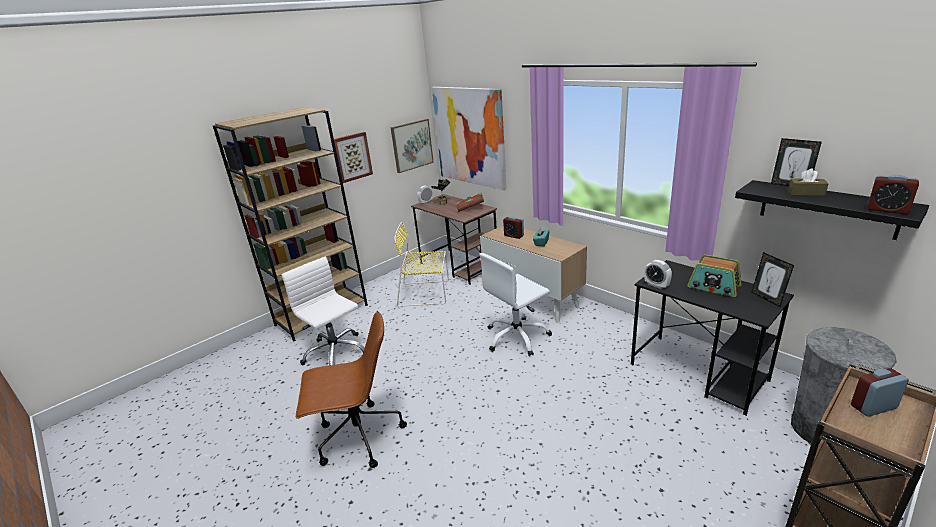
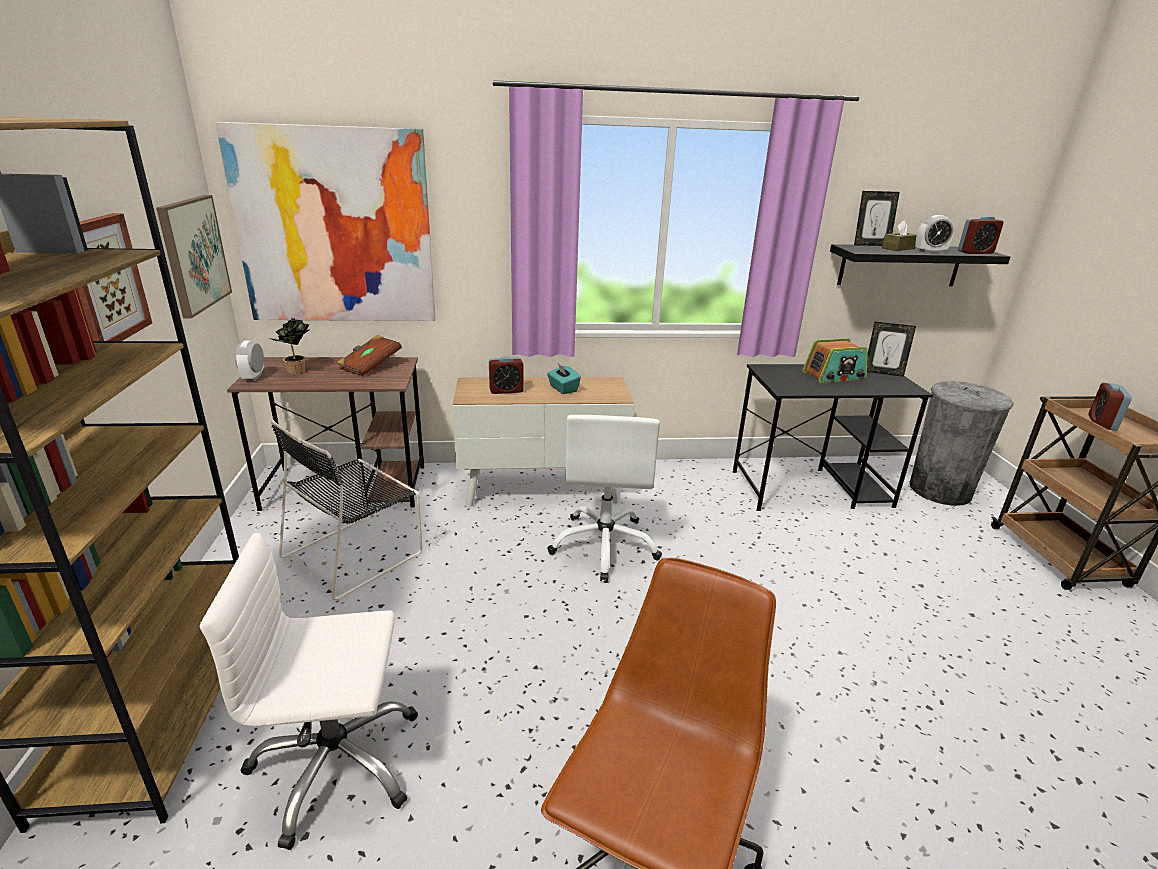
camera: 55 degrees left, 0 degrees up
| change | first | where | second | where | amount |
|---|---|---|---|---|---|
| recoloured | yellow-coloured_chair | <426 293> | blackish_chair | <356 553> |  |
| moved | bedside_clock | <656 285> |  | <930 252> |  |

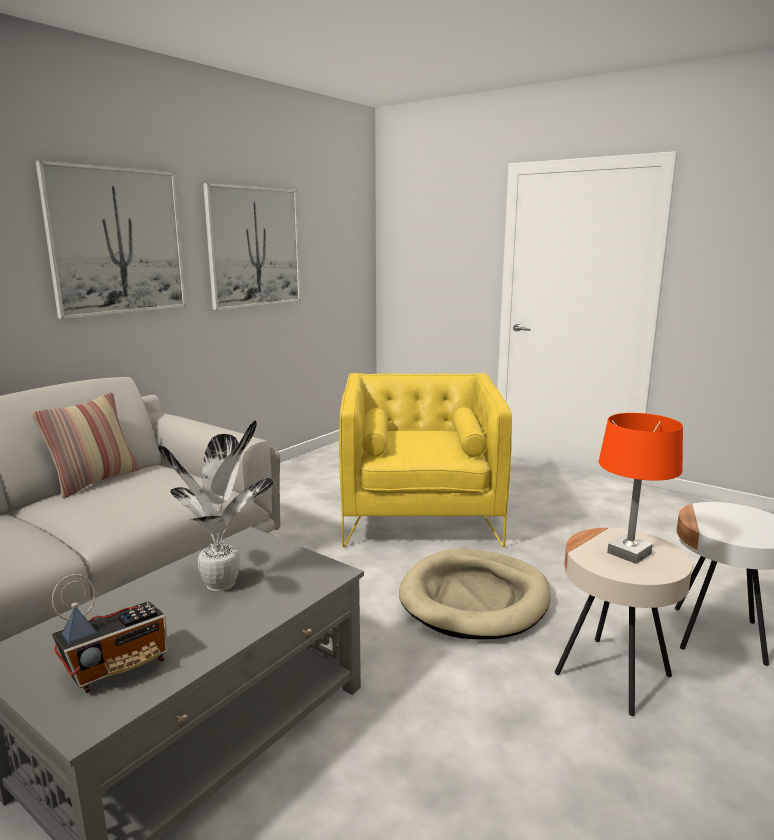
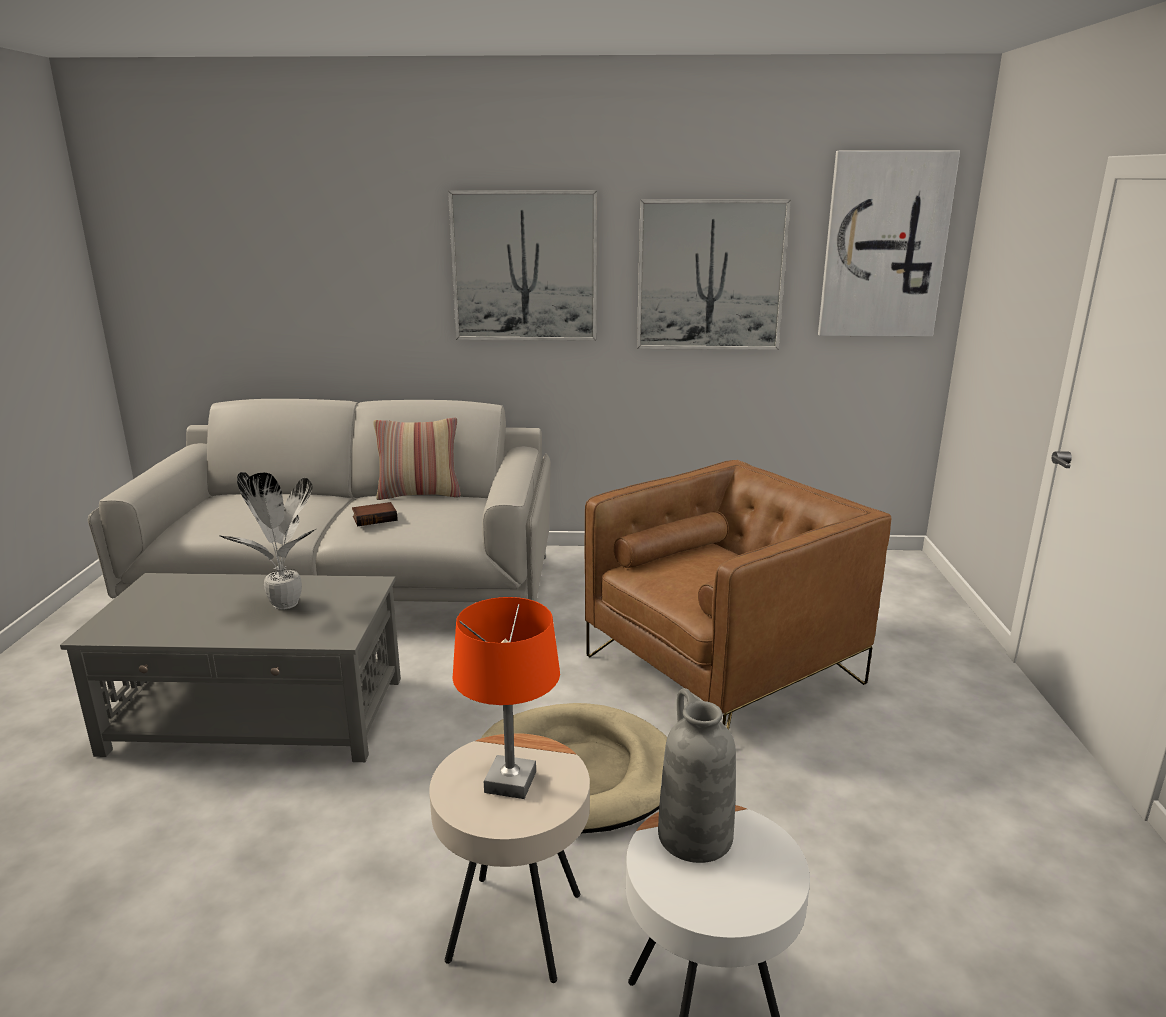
camera: 55 degrees right, 5 degrees up
| change | first | where | second | where | amount |
|---|---|---|---|---|---|
| added |  |  | volume | <375 518> |  |
| recoloured | yellow-coloured_armchair | <419 514> | brown-coloured_armchair | <723 670> |  |
| added |  |  | gray_decorative_vase | <693 835> |  |
| added |  |  | wall_picture | <884 246> |  |
| removed | radio | <119 668> |  |  |  |

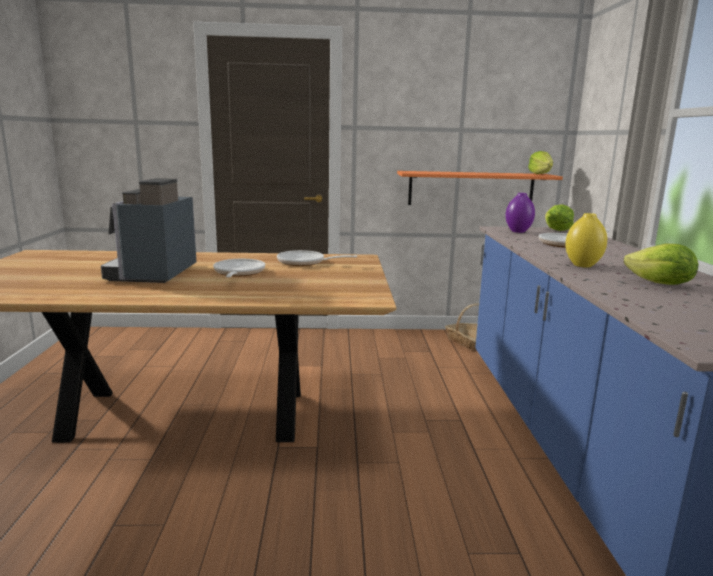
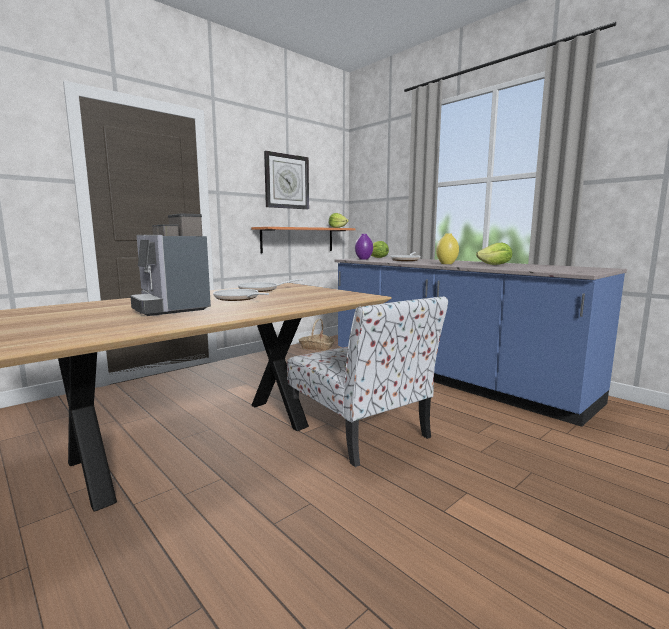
camera: 40 degrees left, 5 degrees down
| change | first | where | second | where | amount |
|---|---|---|---|---|---|
| added |  |  | hanging_clock | <286 181> |  |
| added |  |  | chair | <360 430> |  |

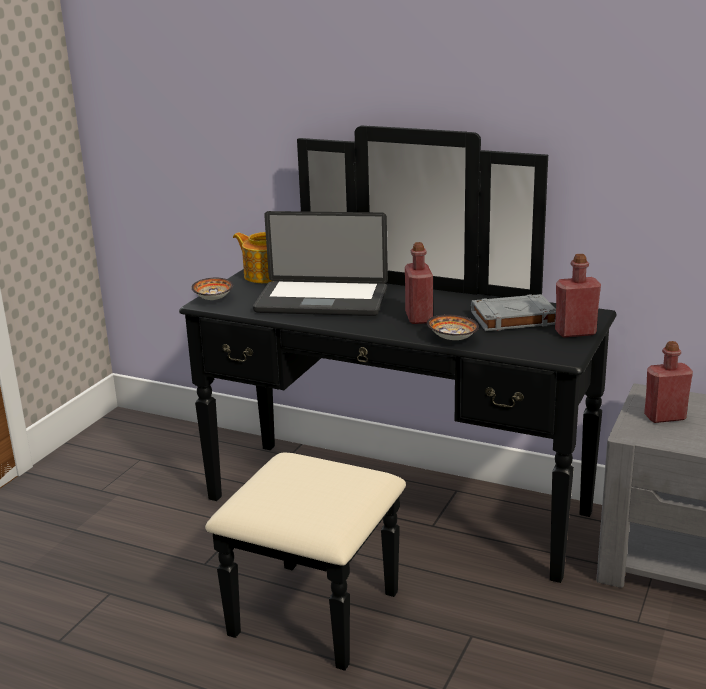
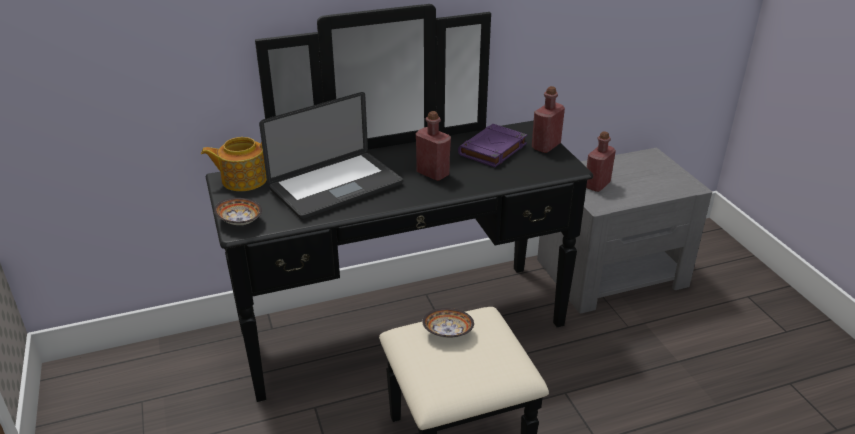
camera: 45 degrees left, 10 degrees up
| change | first | where | second | where | amount |
|---|---|---|---|---|---|
| moved | bowl | <452 338> |  | <447 332> |  |
| recoloured | gray_volume | <512 318> | purplish_volume | <492 150> |  |

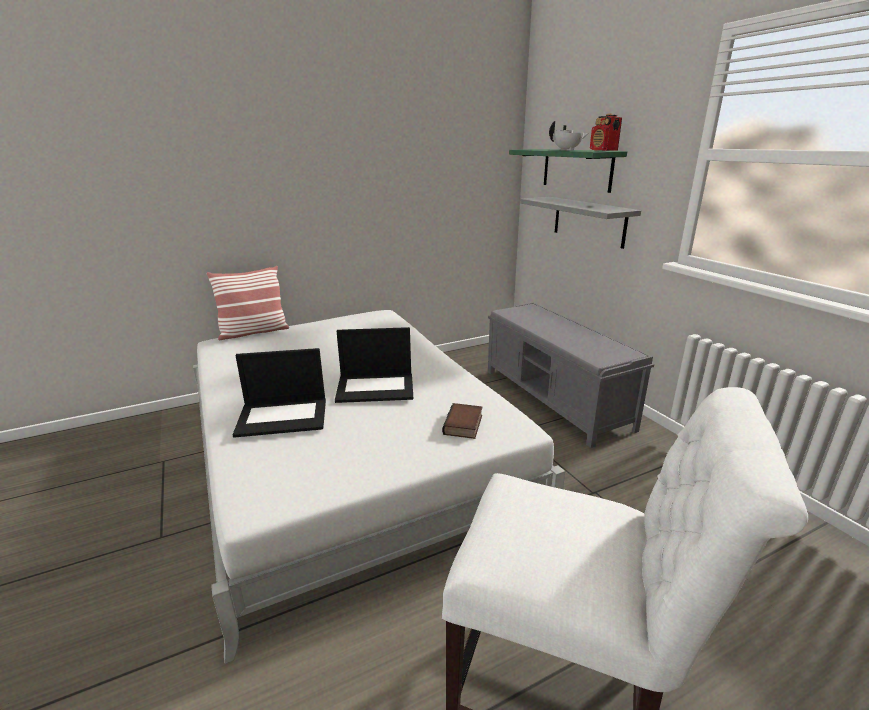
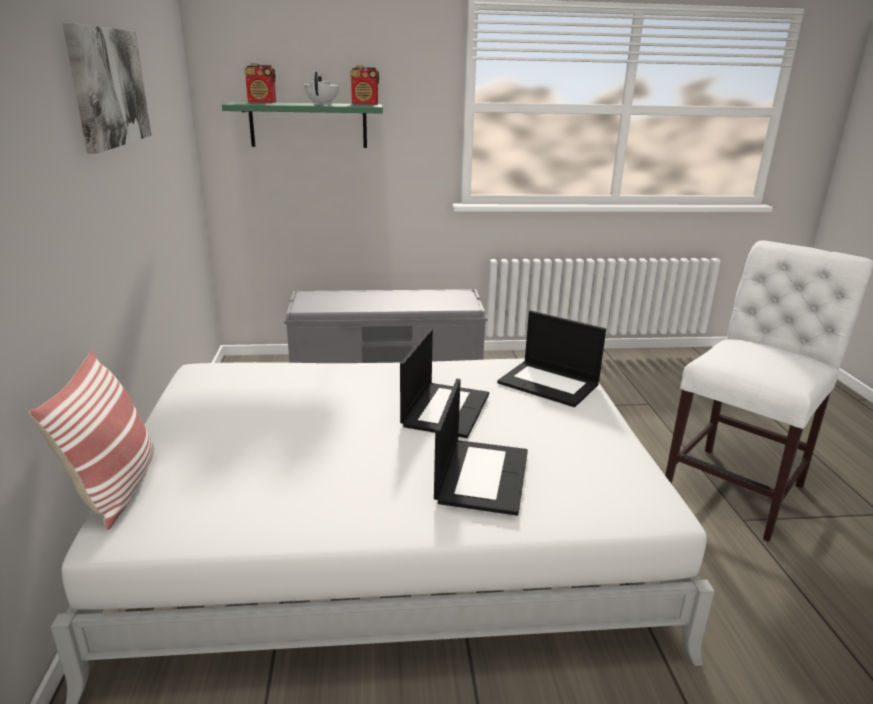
camera: 70 degrees left, 0 degrees up
| change | first | where | second | where | amount |
|---|---|---|---|---|---|
| added |  |  | wall_picture | <108 87> |  |
| added |  |  | radio | <262 102> |  |
| replaced | volume | <464 425> | laptop | <550 383> |  |
| removed | gray_wall_shelf | <588 221> |  |  |  |

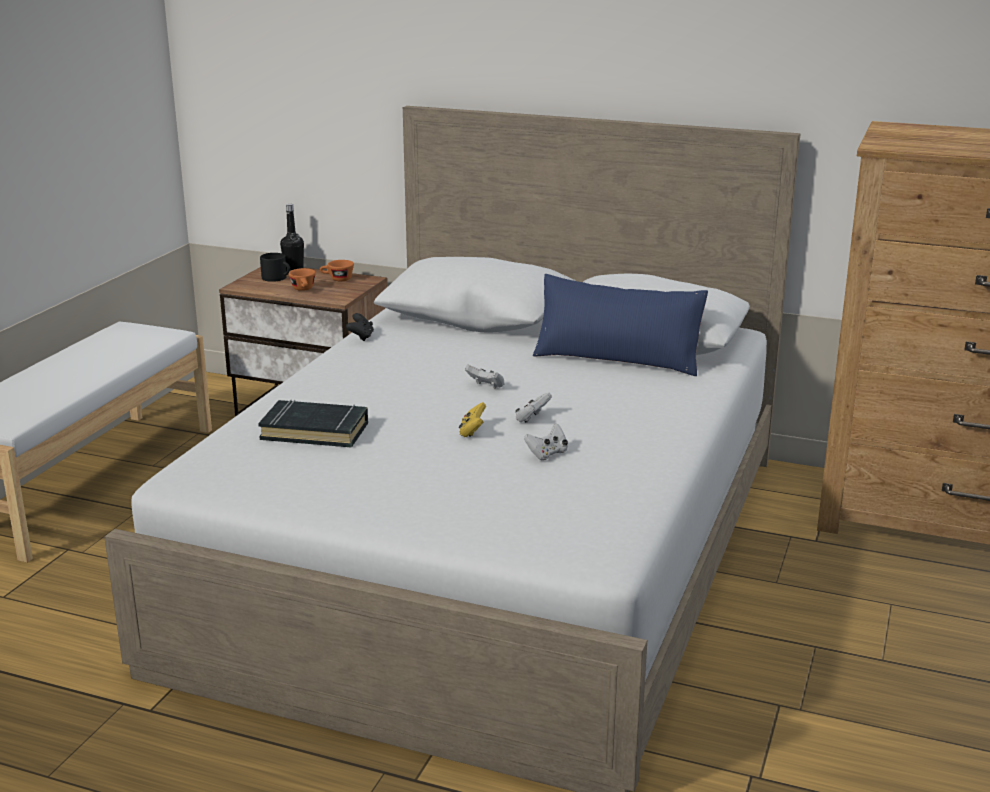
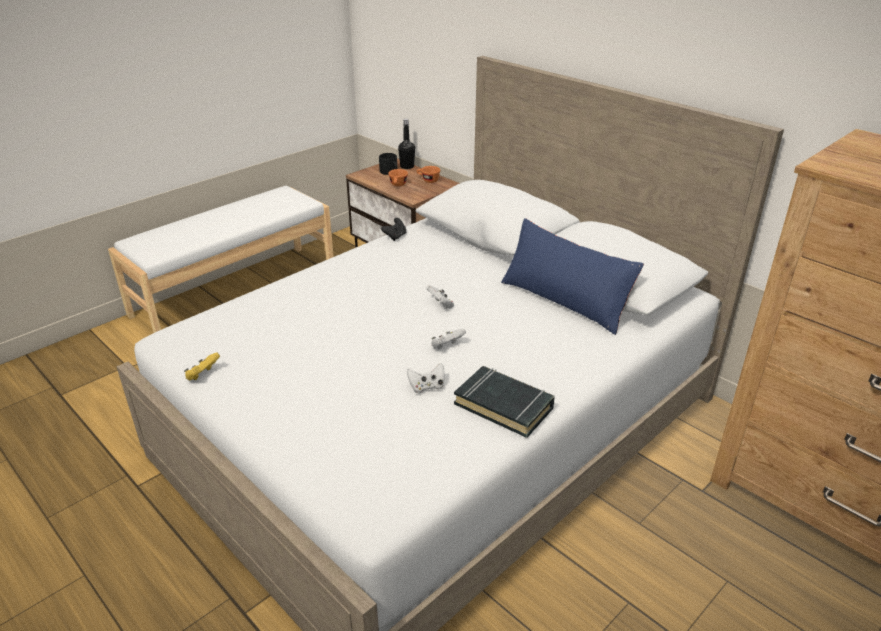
camera: 25 degrees right, 10 degrees up
| change | first | where | second | where | amount |
|---|---|---|---|---|---|
| moved | yellow-coloured_gamepad | <472 432> |  | <203 375> |  |
| moved | blackish_volume | <315 431> |  | <504 406> |  |

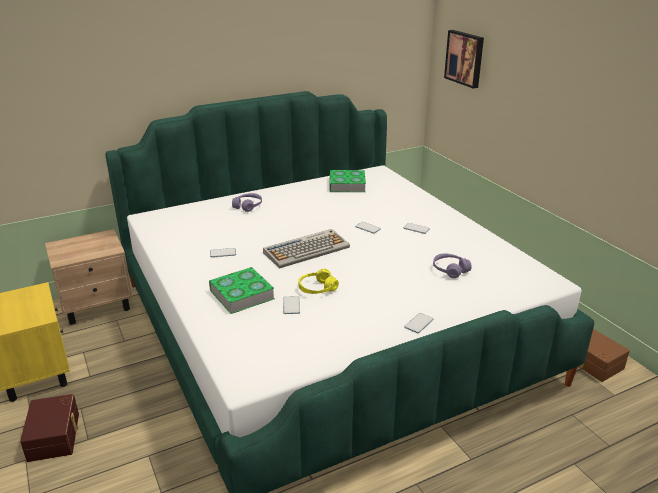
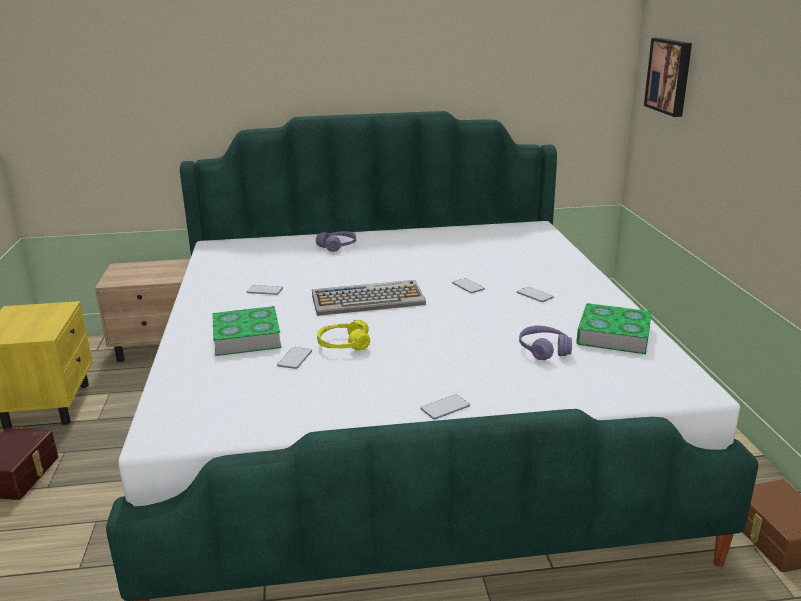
camera: 20 degrees right, 5 degrees down
| change | first | where | second | where | amount |
|---|---|---|---|---|---|
| moved | volume | <347 185> |  | <613 335> |  |

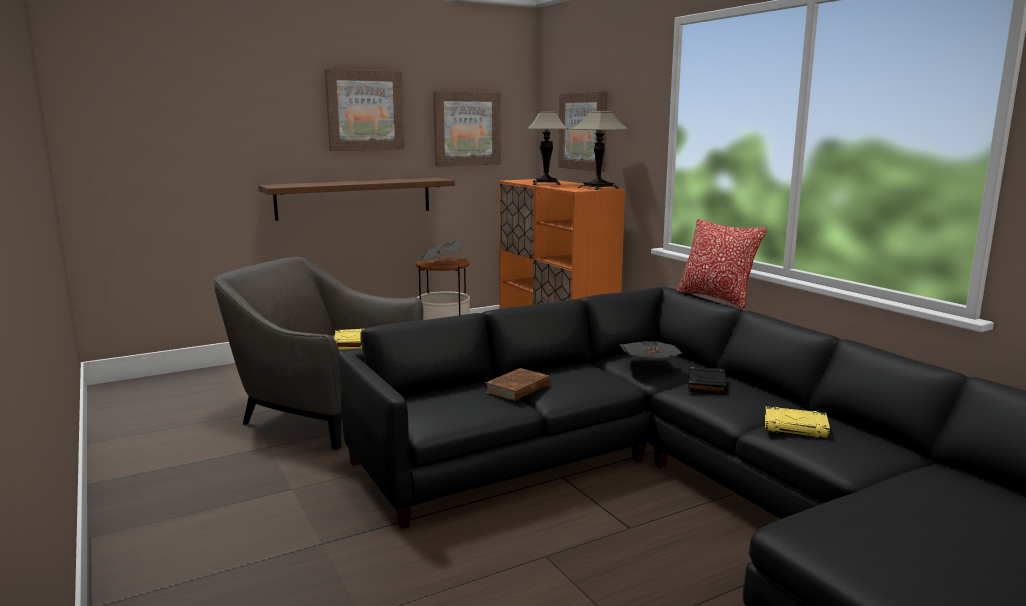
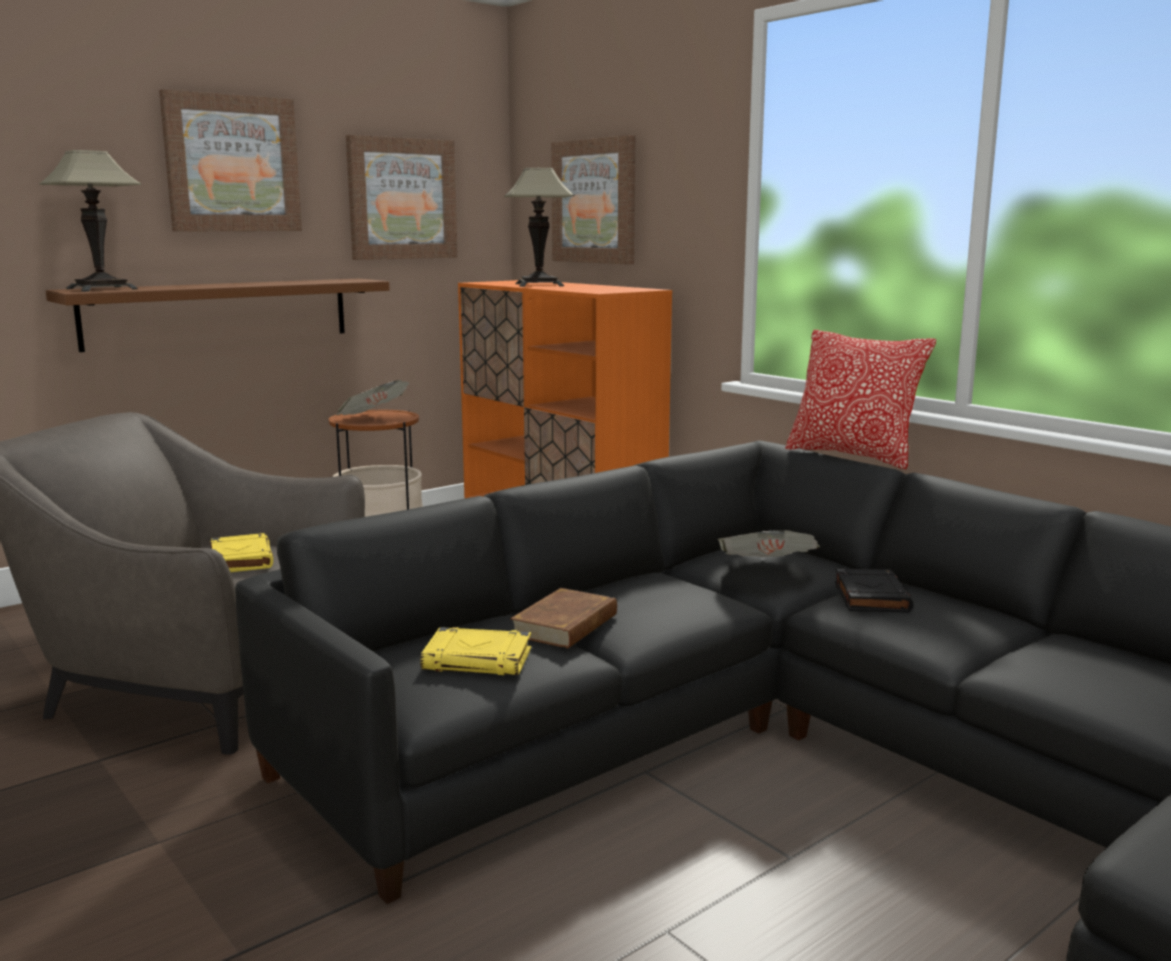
camera: 10 degrees left, 0 degrees up
| change | first | where | second | where | amount |
|---|---|---|---|---|---|
| moved | lamp_for_a_table | <598 188> |  | <102 289> |  |
| moved | yellow-coloured_volume | <796 427> |  | <479 659> |  |

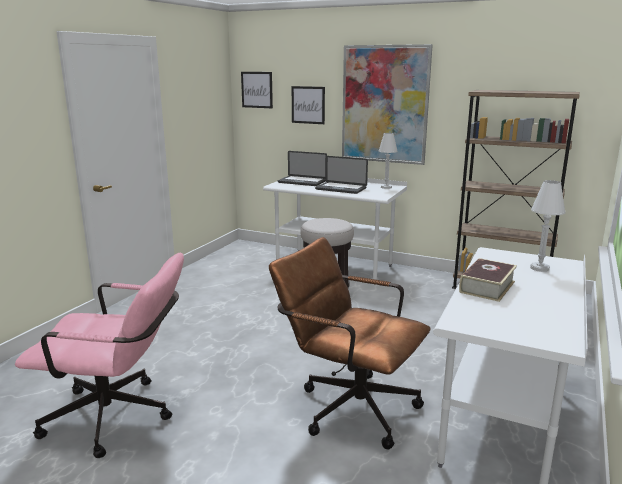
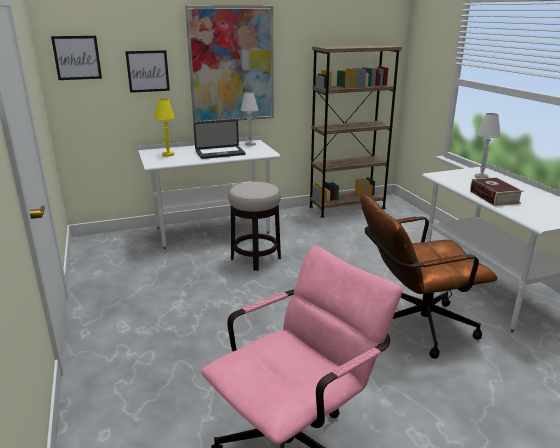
camera: 45 degrees left, 5 degrees up
| change | first | where | second | where | amount |
|---|---|---|---|---|---|
| replaced | laptop | <302 182> | yellow-coloured_lamp_for_a_table | <168 154> |  |

